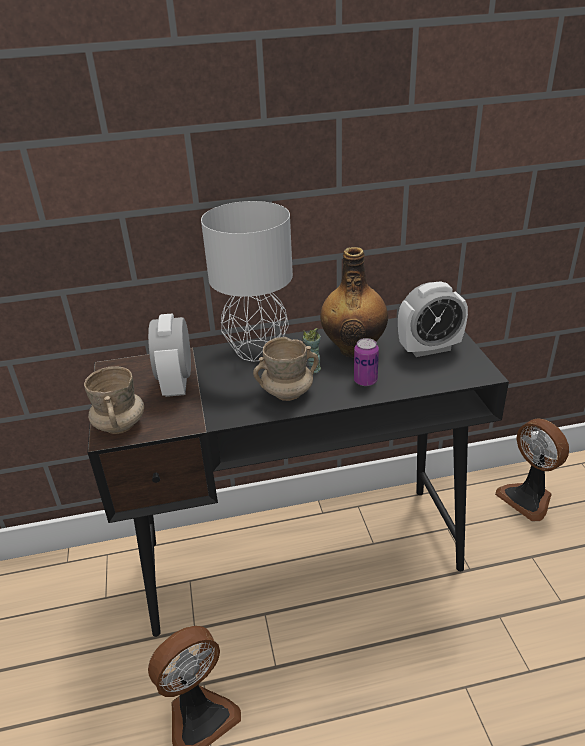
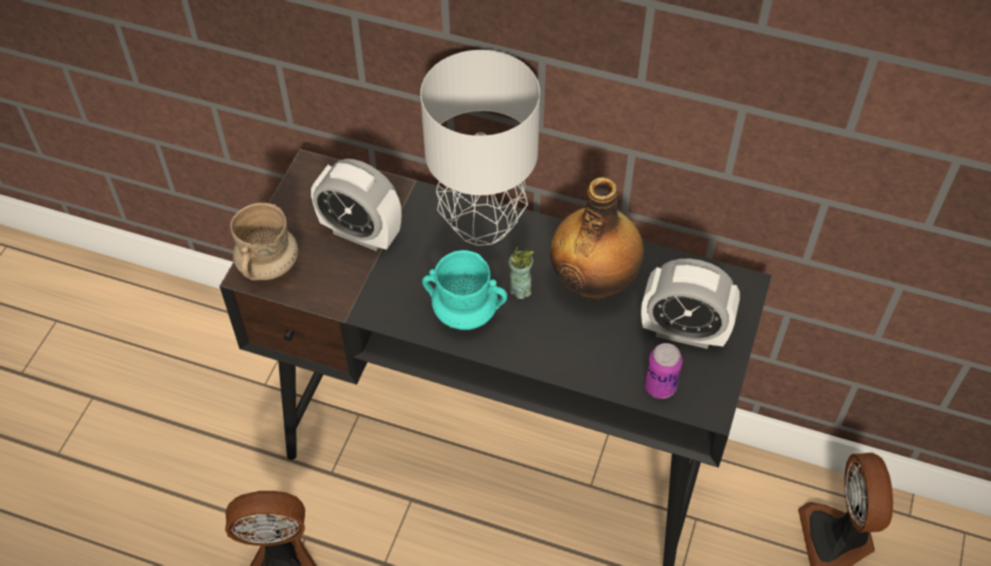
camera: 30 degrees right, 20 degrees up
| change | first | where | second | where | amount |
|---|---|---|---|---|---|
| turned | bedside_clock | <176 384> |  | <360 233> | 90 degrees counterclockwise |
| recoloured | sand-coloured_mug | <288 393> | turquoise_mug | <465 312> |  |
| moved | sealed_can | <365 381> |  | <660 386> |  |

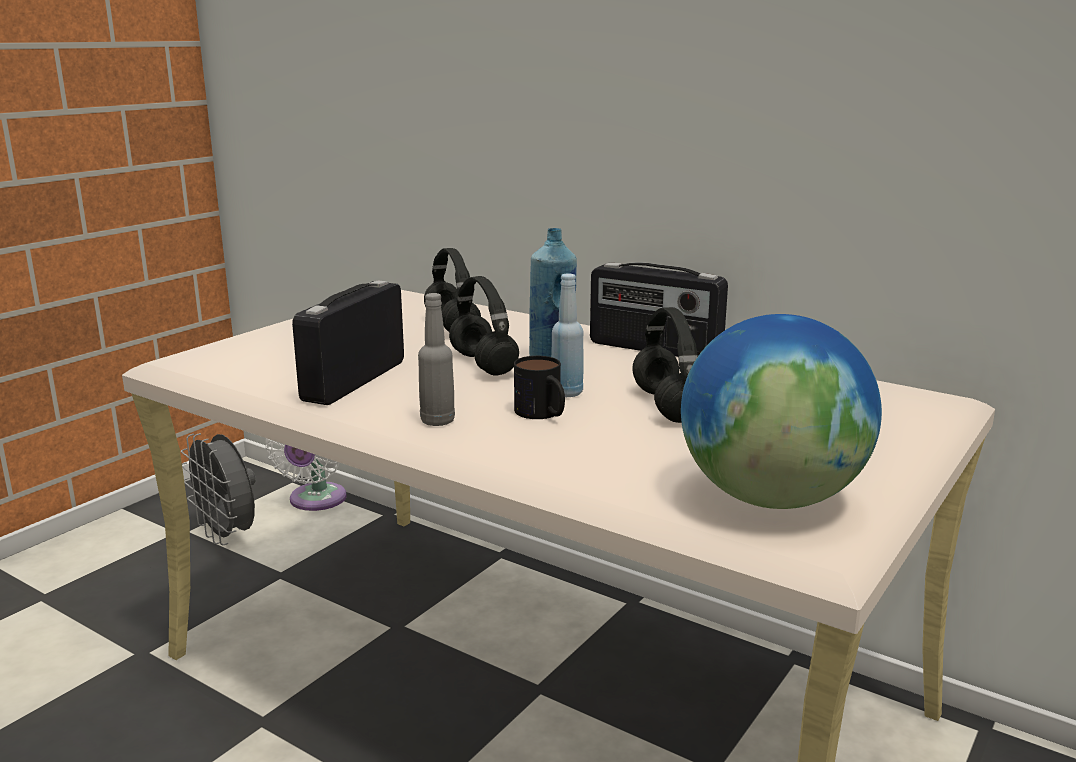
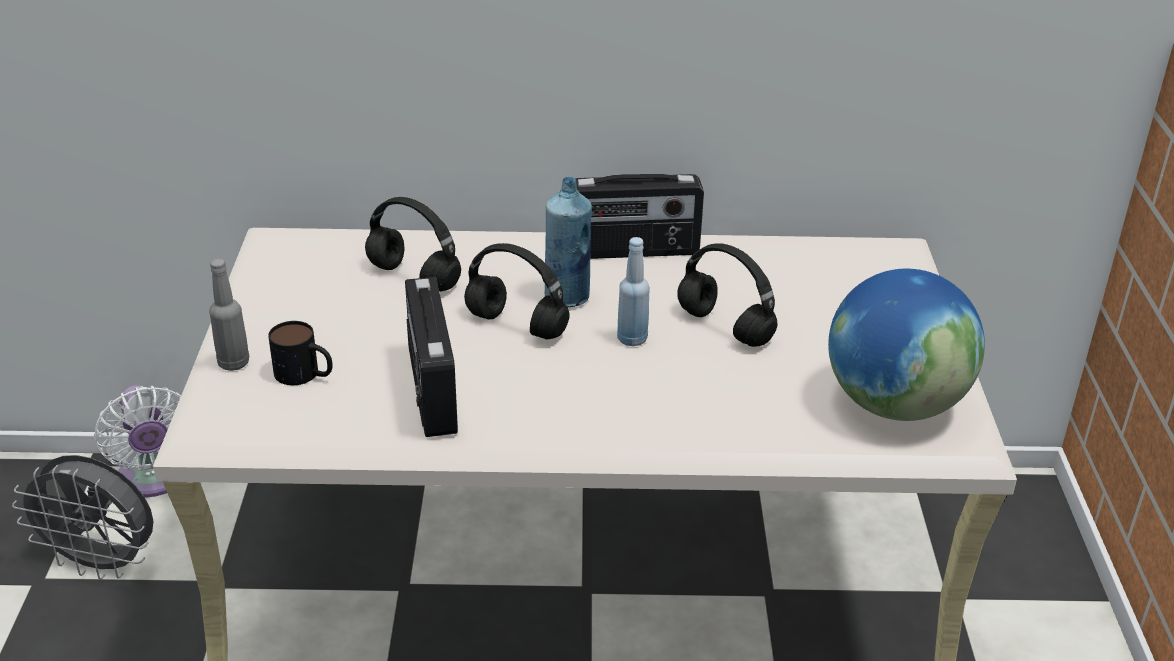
camera: 35 degrees left, 15 degrees up
| change | first | where | second | where | amount |
|---|---|---|---|---|---|
| moved | gray_bottle | <437 421> |  | <234 363> |  |
| moved | mug | <543 414> |  | <305 375> |  |

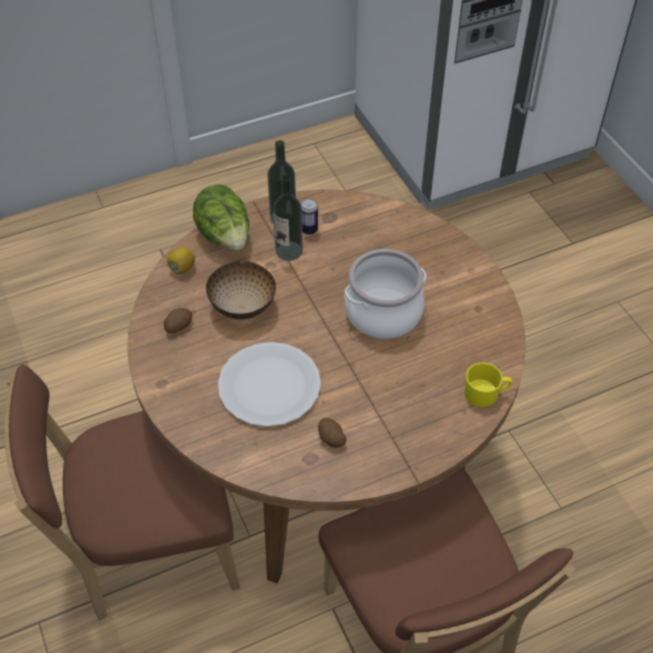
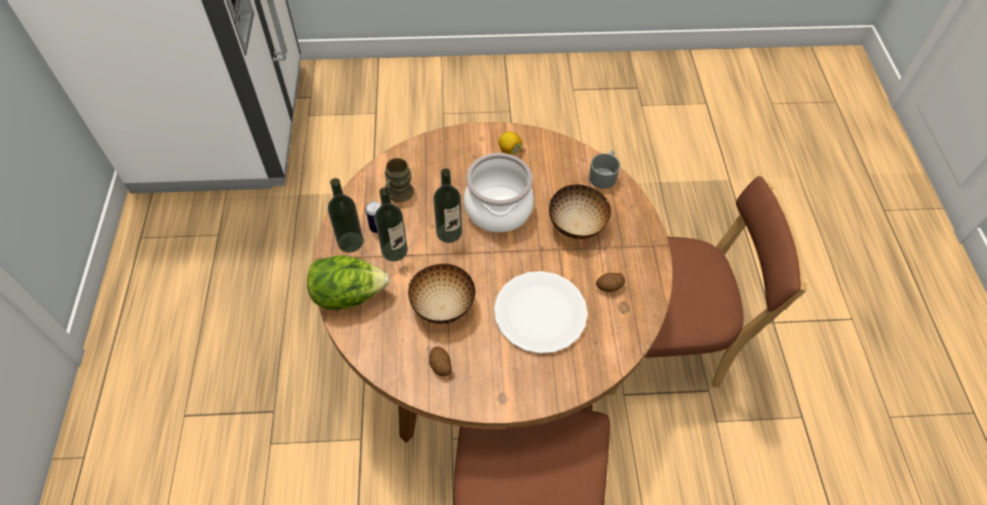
camera: 70 degrees left, 5 degrees up
| change | first | where | second | where | amount |
|---|---|---|---|---|---|
| added |  |  | brown-coloured_mug | <398 195> |  |
| added |  |  | bottle | <449 232> |  |
| moved | citrus_fruit | <182 268> |  | <509 150> |  |
| added |  |  | bowl | <576 226> |  |
| recoloured | yellow-coloured_mug | <485 393> | gray_mug | <603 175> |  |

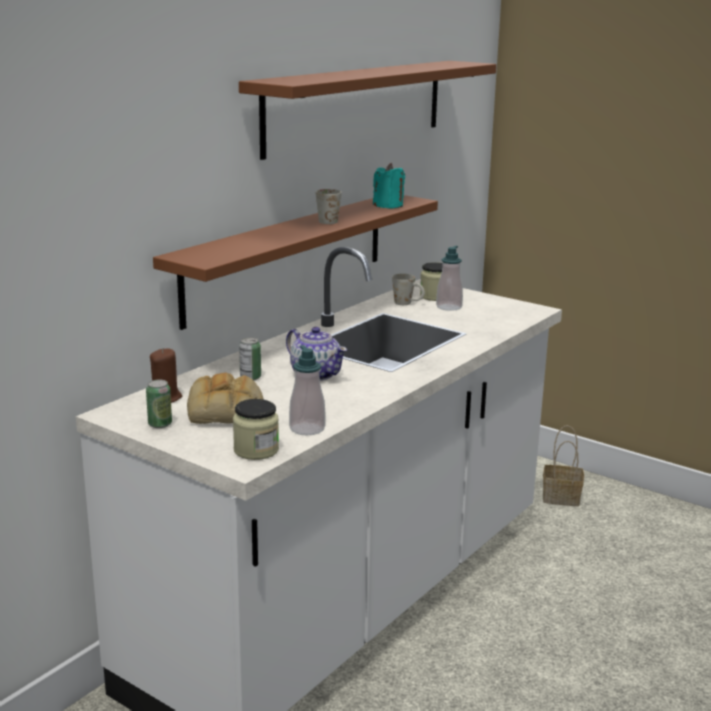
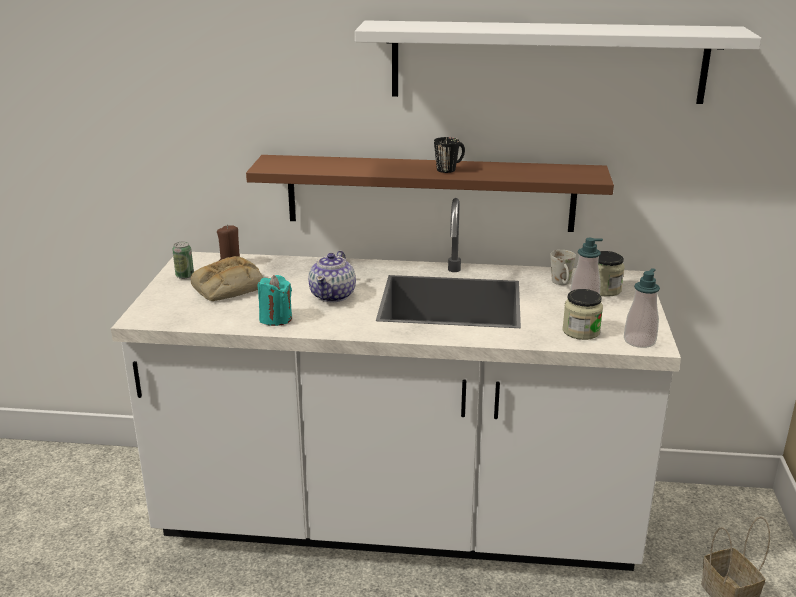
camera: 60 degrees right, 5 degrees up
| change | first | where | second | where | amount |
|---|---|---|---|---|---|
| moved | turquoise_candle | <388 206> |  | <275 318> |  |
| recoloured | brown-coloured_wall_shelf | <357 105> | white-coloured_wall_shelf | <547 62> |  |
| recoloured | white-coloured_mug | <326 220> | blackish_mug | <450 168> |  |
| moved | jar | <256 450> |  | <581 331> |  |
| moved | soap_dispenser | <307 429> |  | <639 341> |  |
| removed | sealed_can | <250 377> |  |  |  |

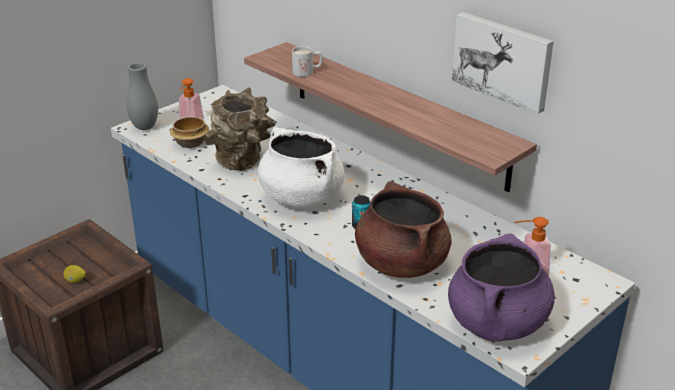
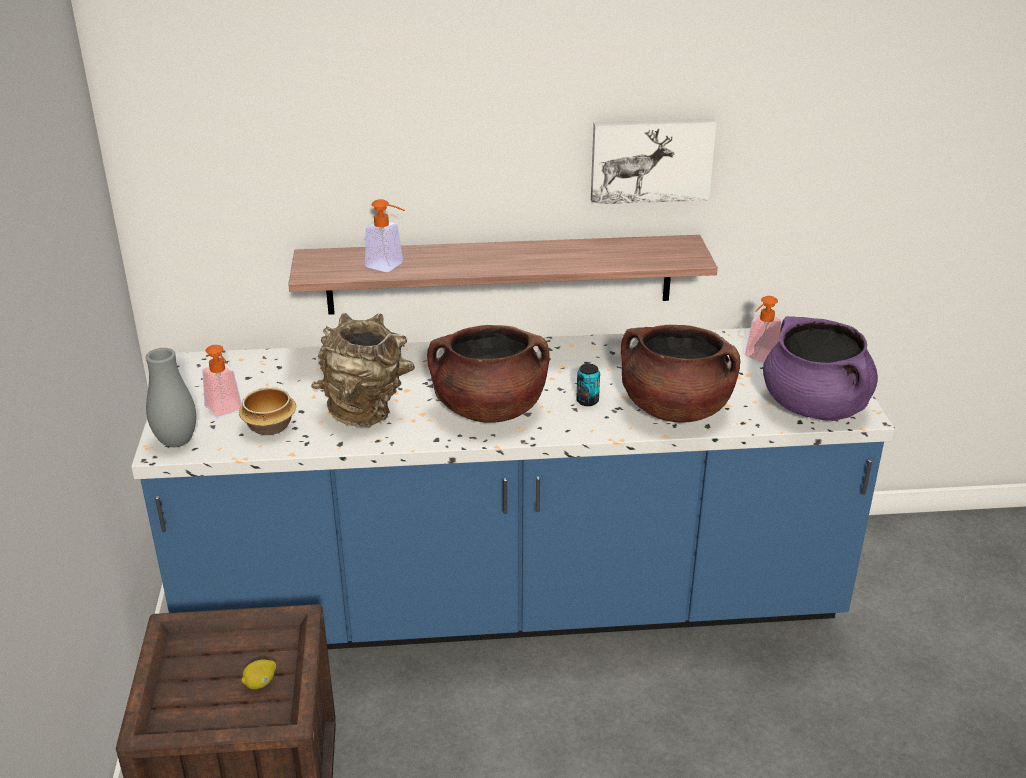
camera: 50 degrees left, 0 degrees up
| change | first | where | second | where | amount |
|---|---|---|---|---|---|
| replaced | white-coloured_mug | <307 72> | soap_dispenser | <389 267> |  |
| recoloured | white-coloured_saucepot | <301 197> | brown-coloured_saucepot | <489 409> |  |

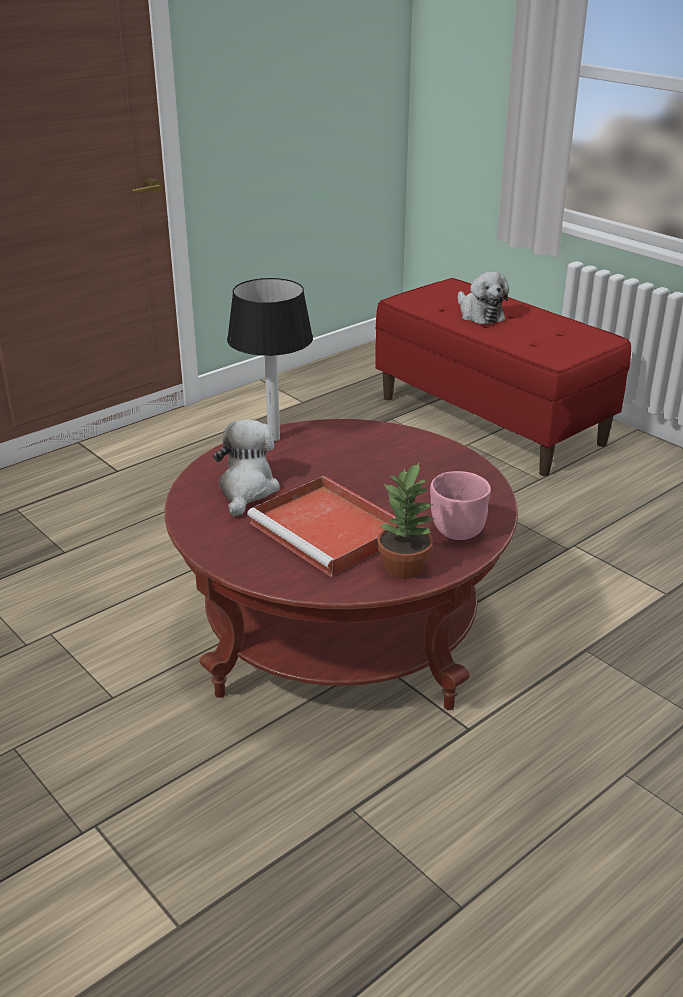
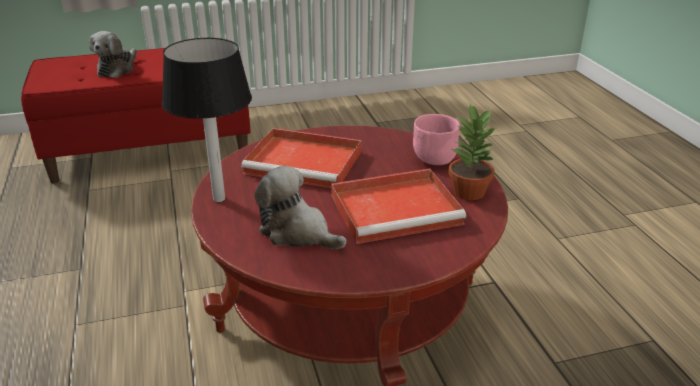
camera: 65 degrees left, 0 degrees up
| change | first | where | second | where | amount |
|---|---|---|---|---|---|
| turned | cuddly_toy | <479 314> |  | <117 69> | 105 degrees clockwise |
| added |  |  | reddish_serving_tray | <306 162> |  |

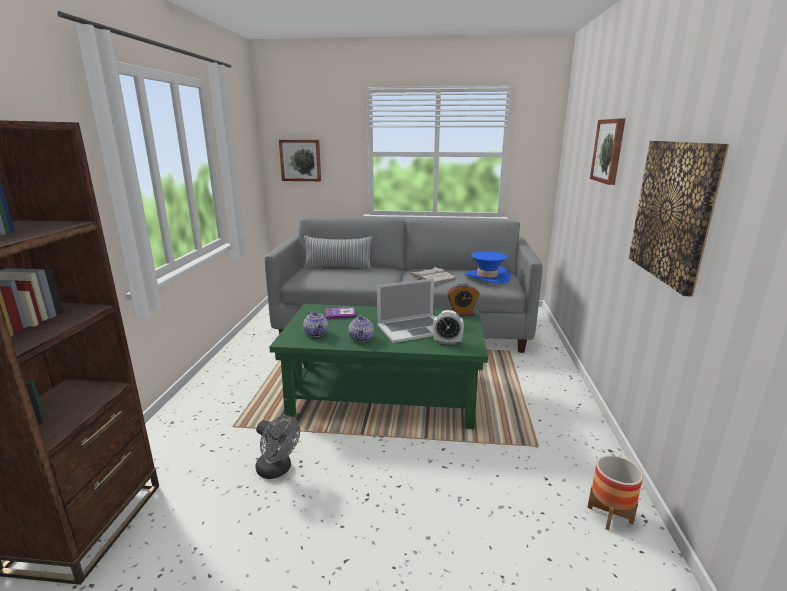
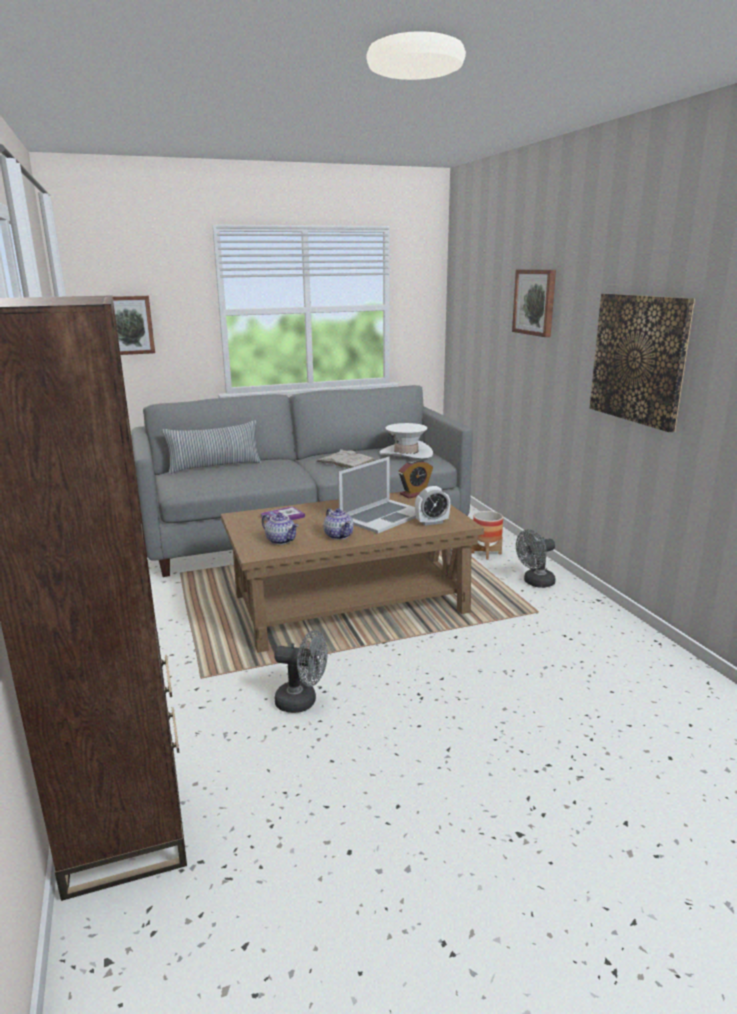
camera: 25 degrees left, 0 degrees up
| change | first | where | second | where | amount |
|---|---|---|---|---|---|
| recoloured | green_lounge_table | <385 394> | brown-coloured_lounge_table | <350 603> |  |
| recoloured | blue_wearable_hat | <487 277> | white-coloured_wearable_hat | <406 453> |  |
| moved | planter | <609 515> |  | <486 553> |  |
| added |  |  | gray_fan | <535 583> |  |

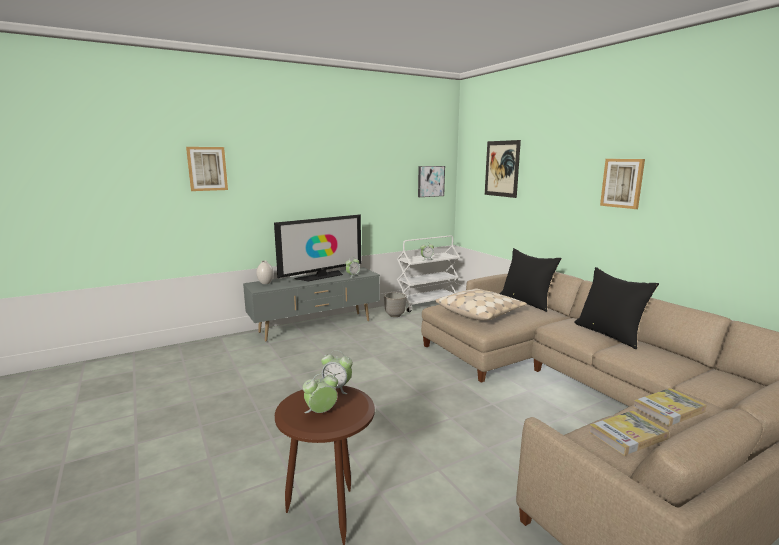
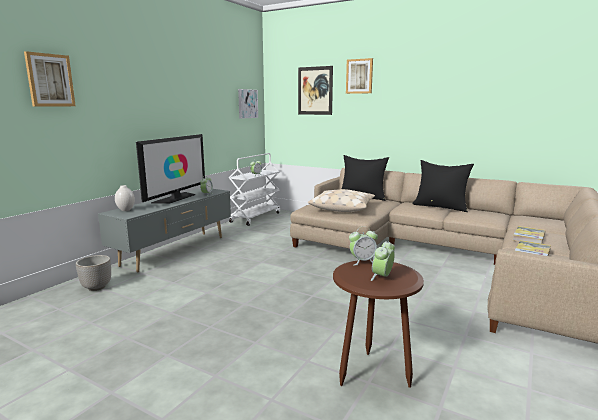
camera: 30 degrees left, 0 degrees up
| change | first | where | second | where | amount |
|---|---|---|---|---|---|
| moved | planter | <395 315> |  | <96 287> |  |
| moved | wall_picture | <622 183> |  | <359 76> |  |

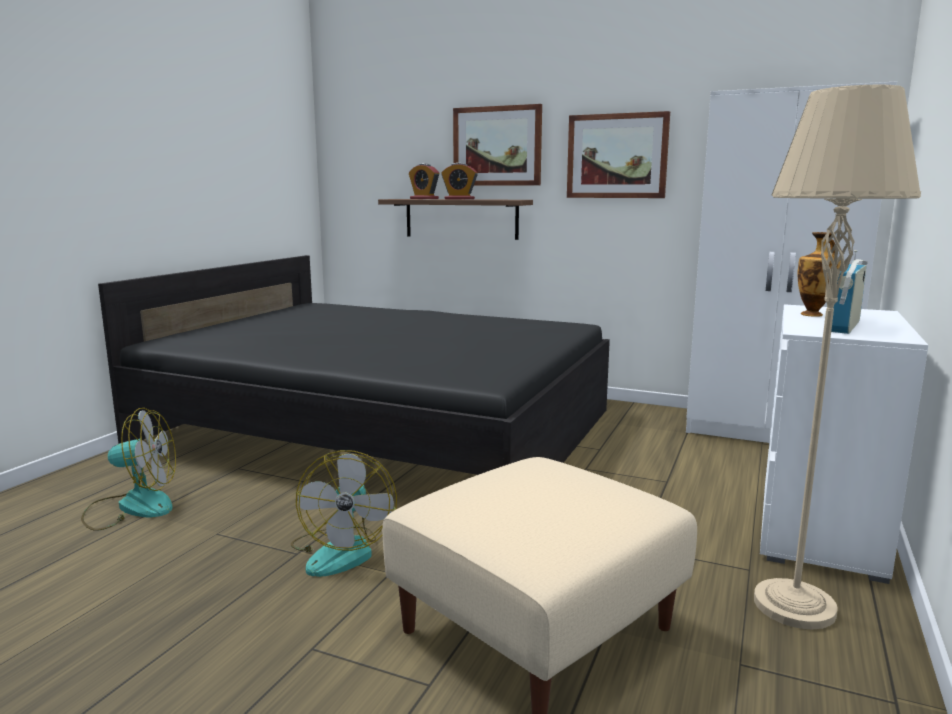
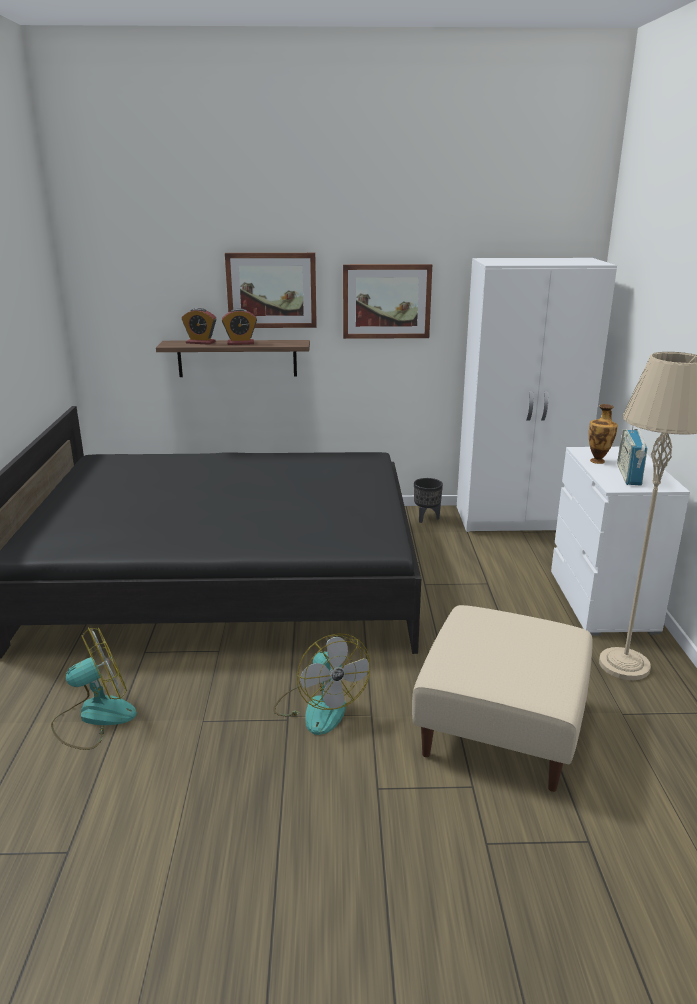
camera: 25 degrees left, 10 degrees up
| change | first | where | second | where | amount |
|---|---|---|---|---|---|
| added |  |  | blackish_planter | <427 518> |  |

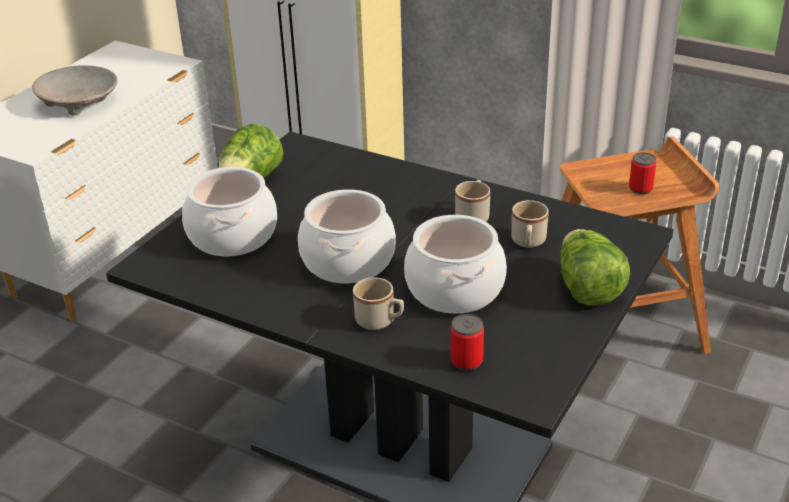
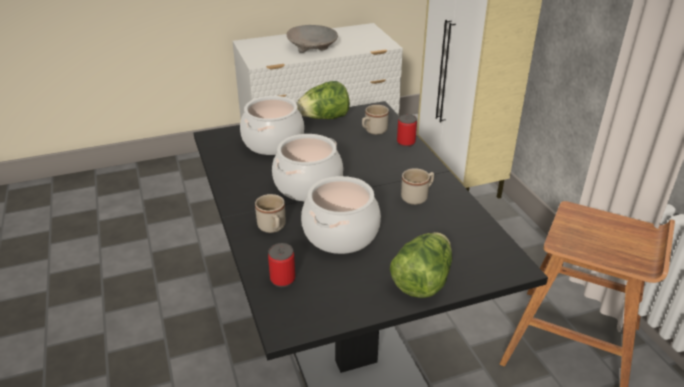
camera: 40 degrees right, 0 degrees up
| change | first | where | second | where | amount |
|---|---|---|---|---|---|
| moved | sand-coloured_mug | <528 243> |  | <373 131> |  |
| moved | sealed_can | <640 188> |  | <406 142> |  |

